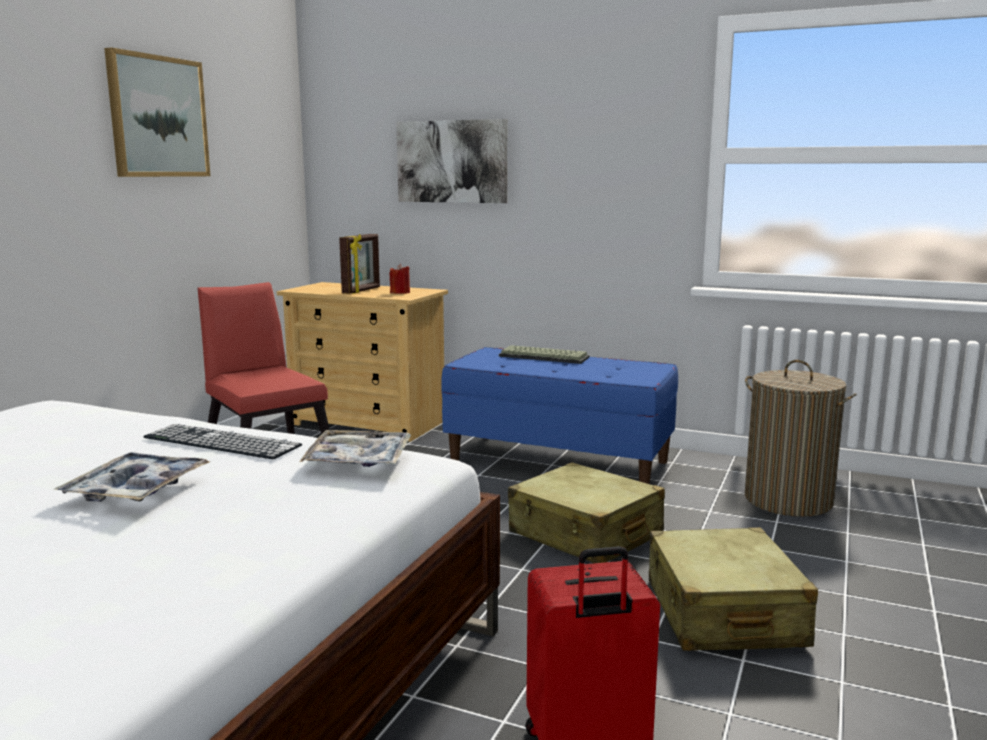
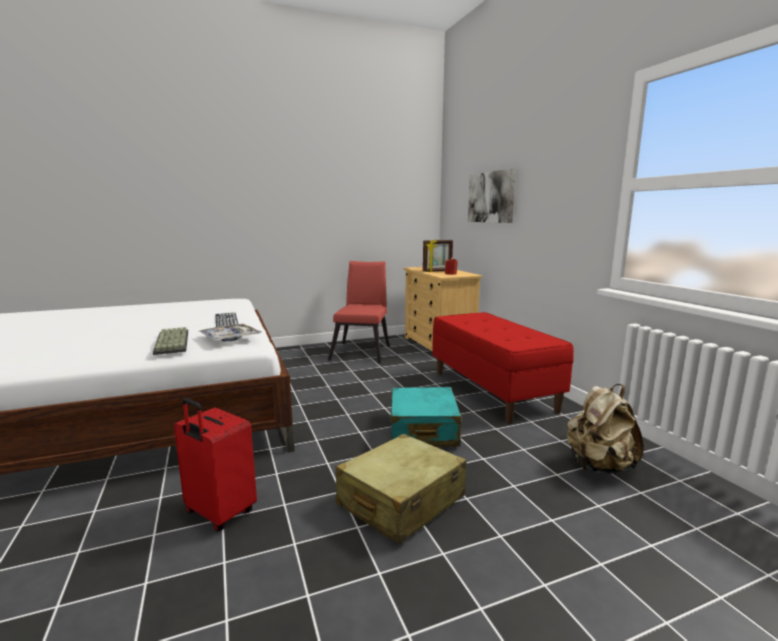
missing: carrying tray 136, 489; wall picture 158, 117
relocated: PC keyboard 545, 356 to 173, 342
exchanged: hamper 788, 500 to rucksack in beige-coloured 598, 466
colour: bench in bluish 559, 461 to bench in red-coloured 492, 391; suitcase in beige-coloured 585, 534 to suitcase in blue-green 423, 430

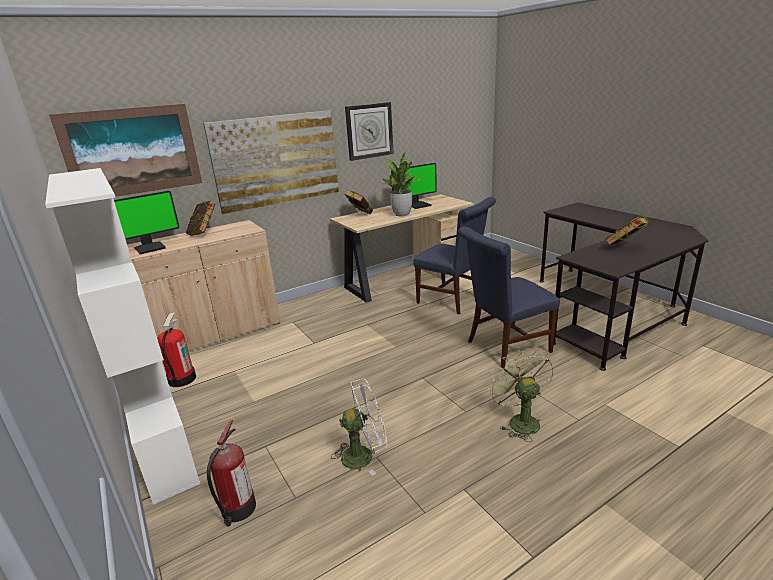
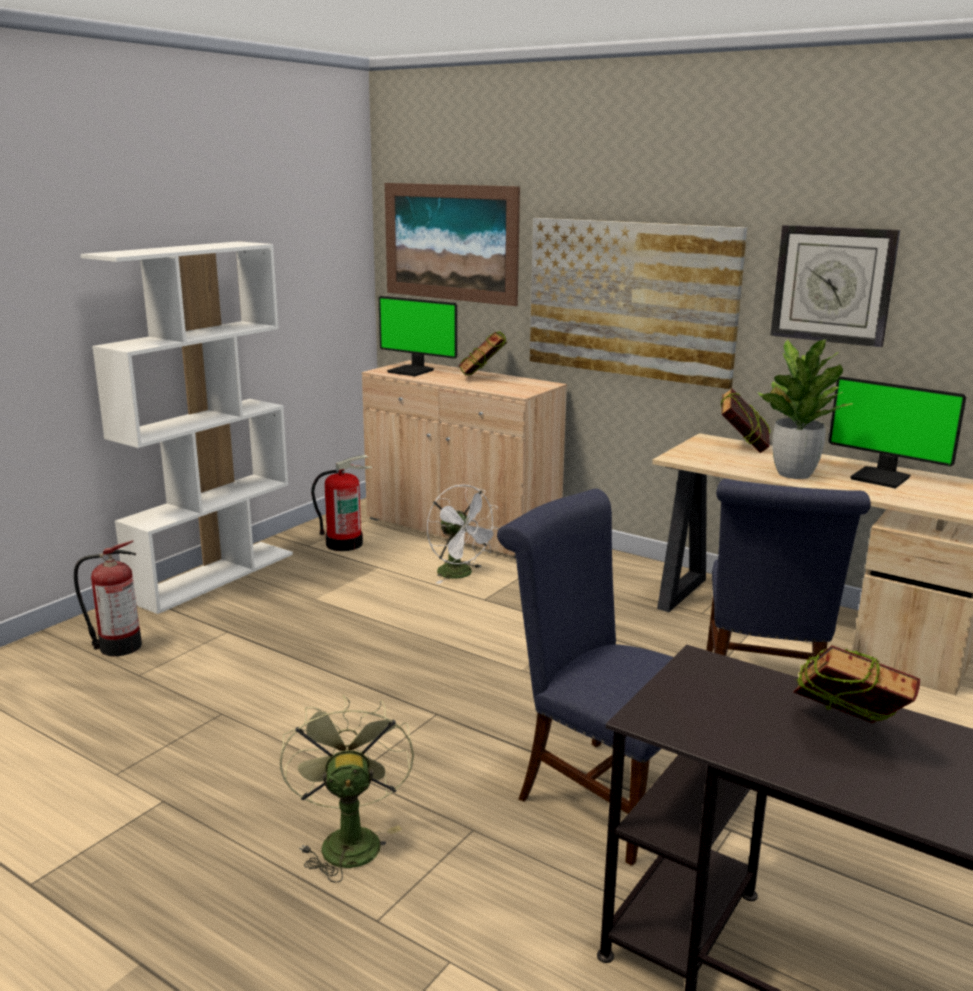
relocated: cooling fan in whitish 364, 455 to 461, 574
spun: cooling fan in green-coloured 519, 420 = 348, 839 60 degrees counterclockwise

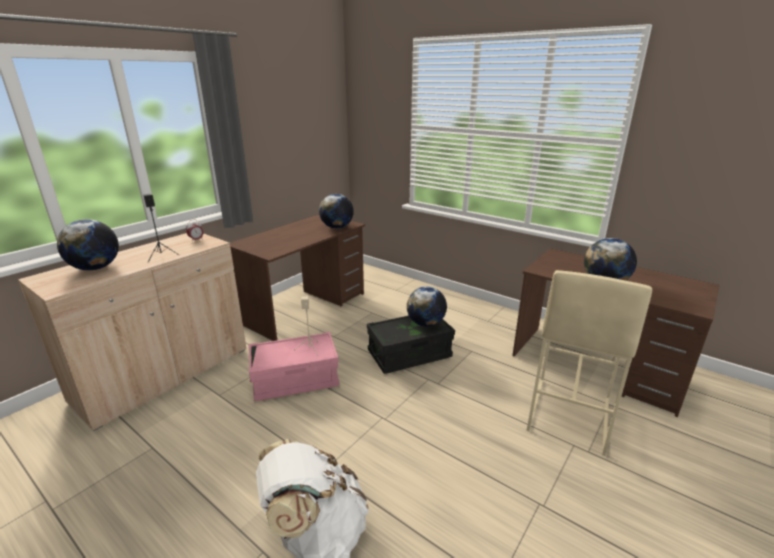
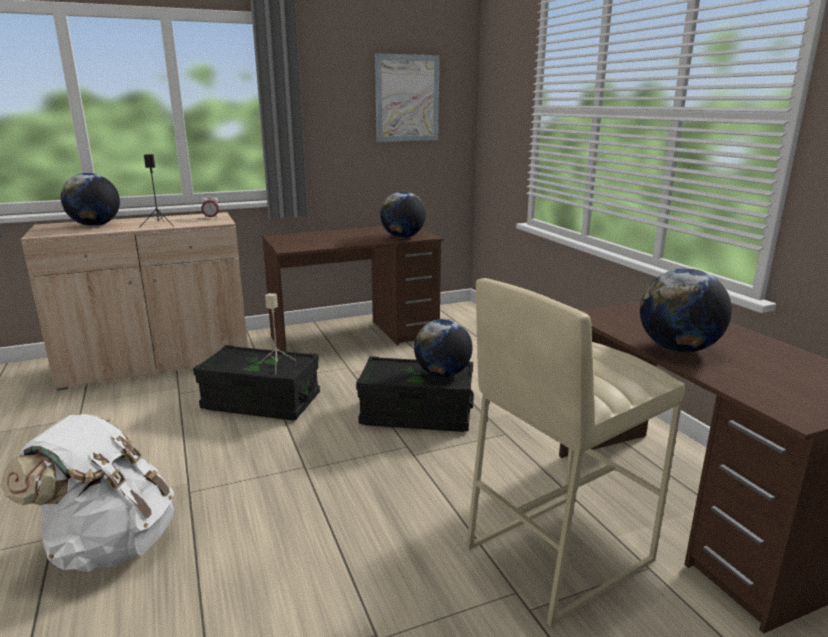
appeared: wall picture 407, 98
colour: storage container in pinkish 295, 380 to storage container in black 261, 402

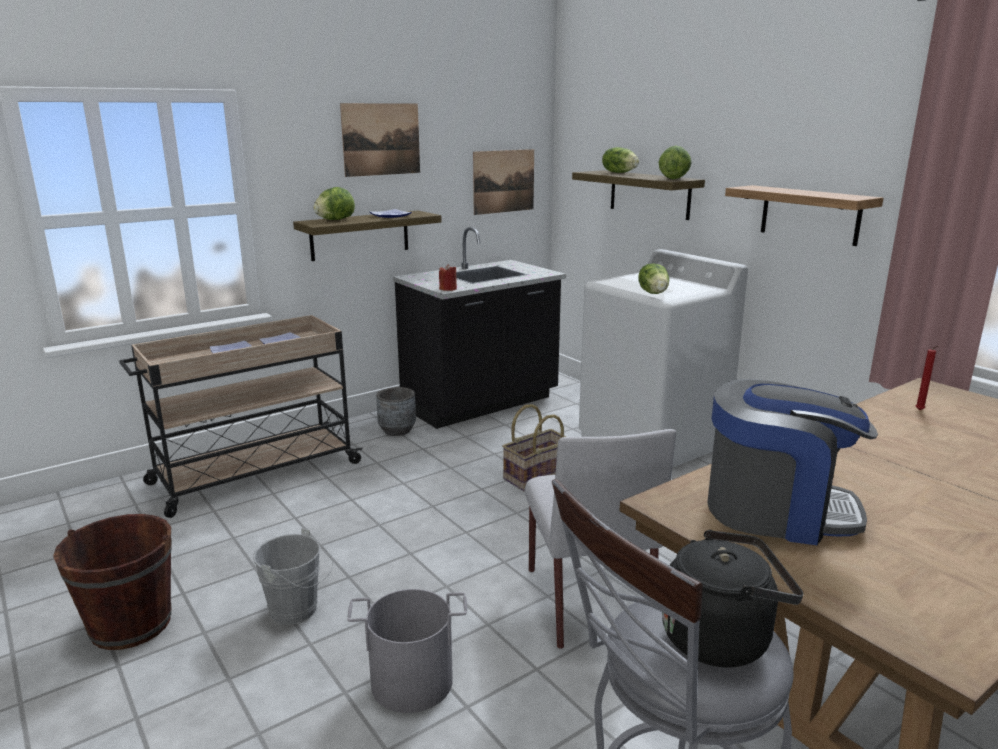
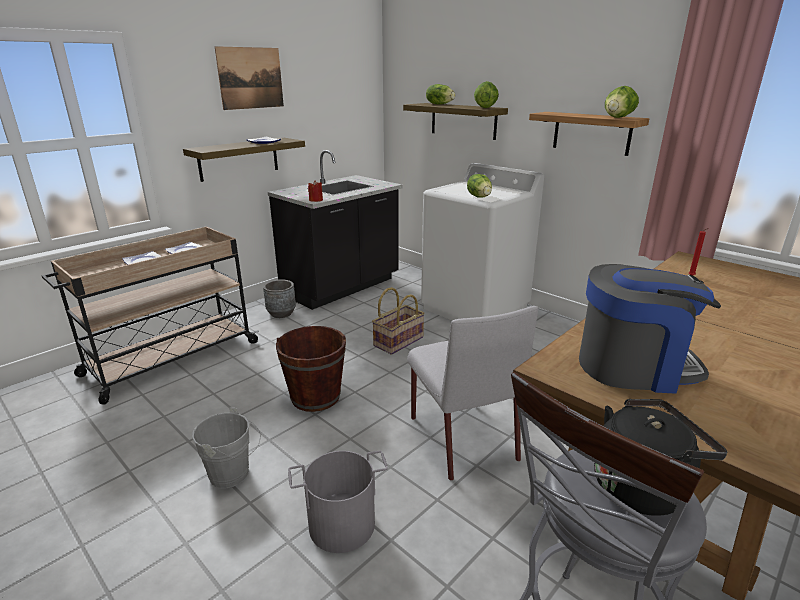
missing: wall picture 504, 181
relocated: pail in brown-coloured 131, 625 to 315, 397; lettuce head 335, 220 to 618, 117

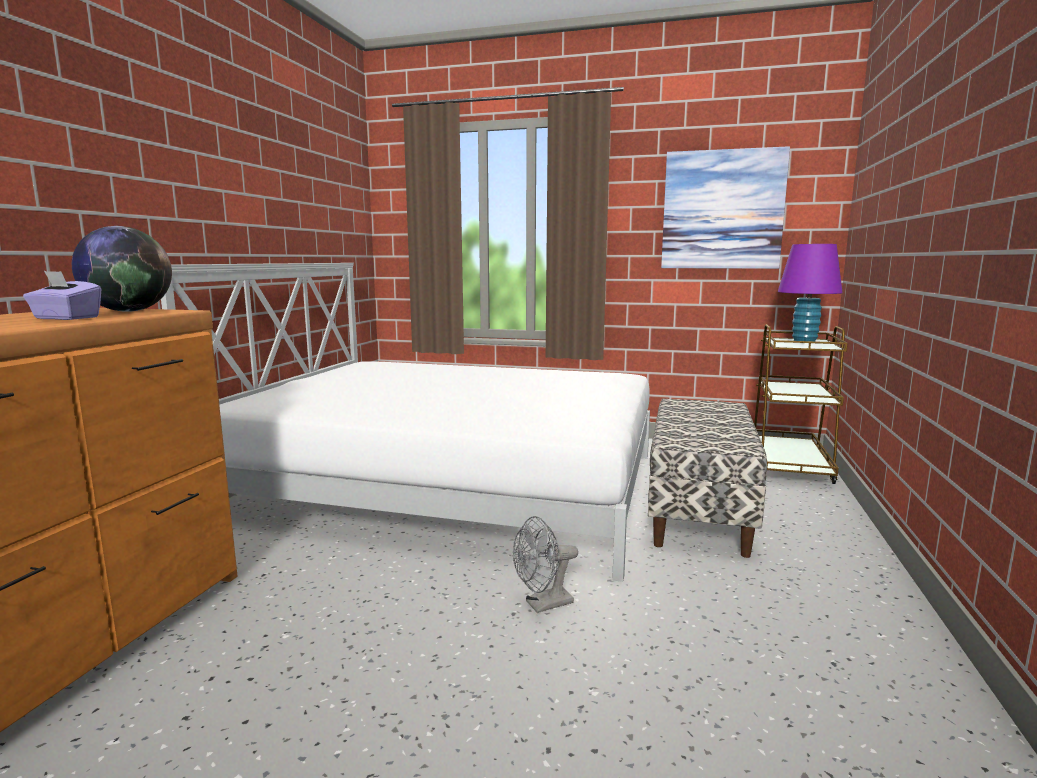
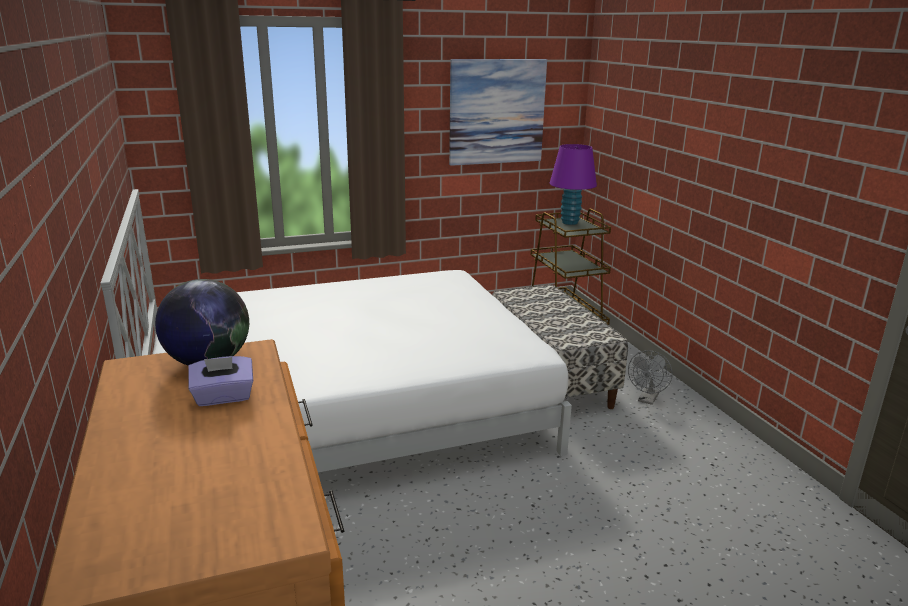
relocated: cooling fan in grey 543, 605 to 647, 400

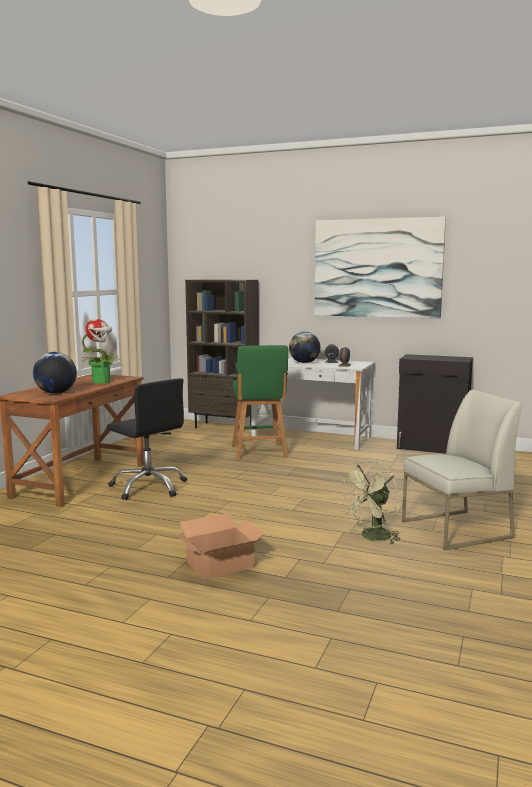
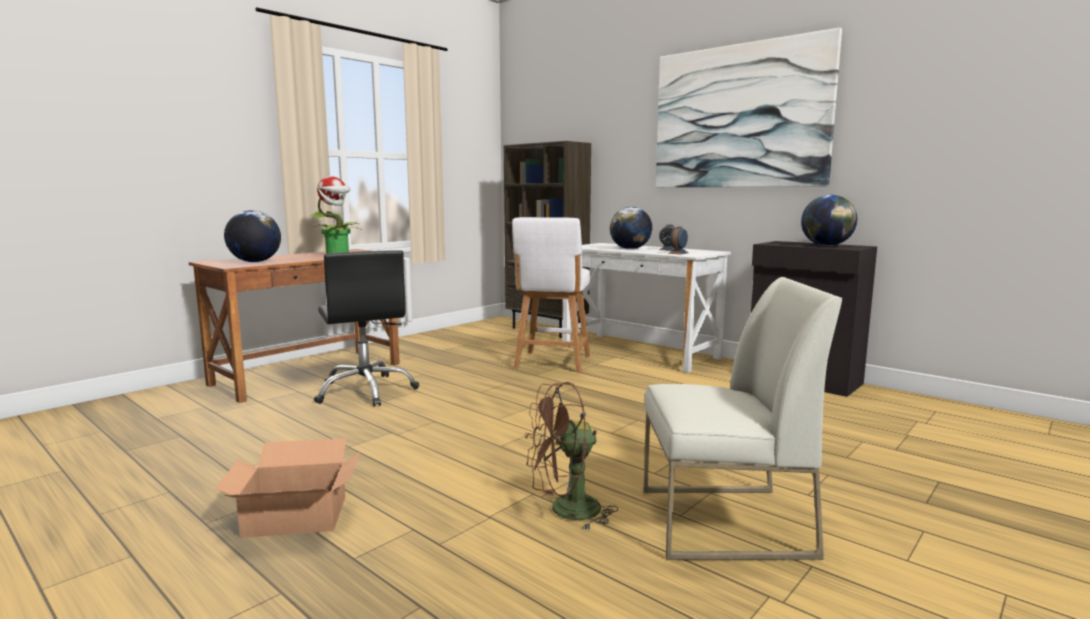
appeared: globe 827, 246
colour: stool seat in green-coloured 259, 452 to stool seat in whitish 552, 363; cooling fan in green-coloured 372, 537 to cooling fan in brown-coloured 565, 511

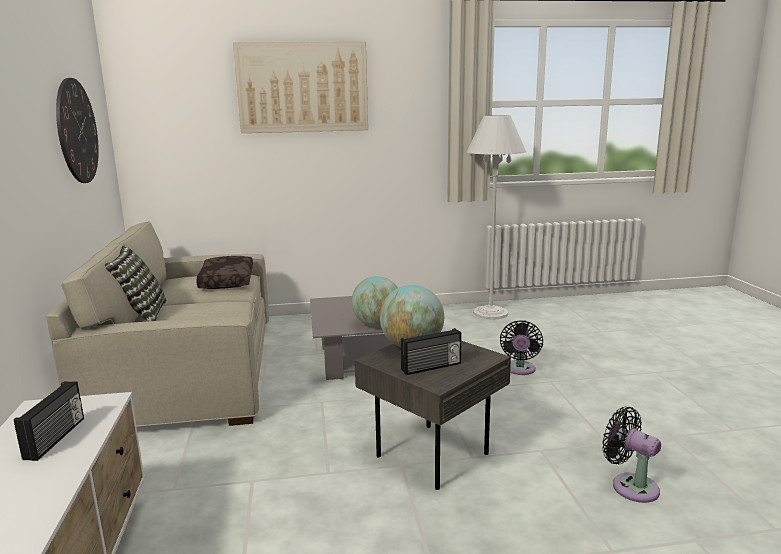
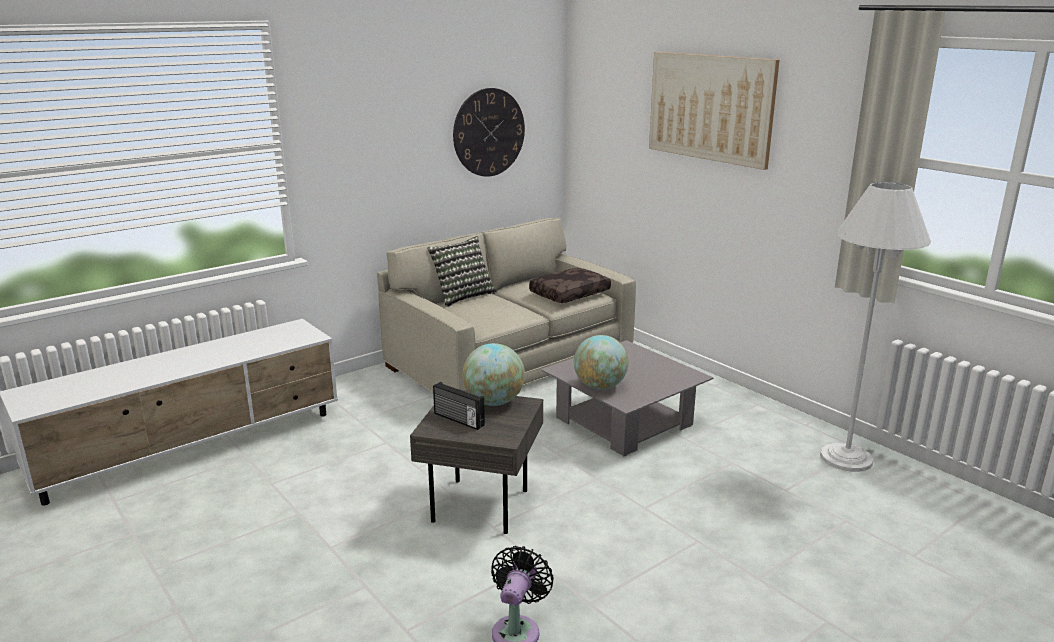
missing: radio set 56, 438; cooling fan in black 519, 370

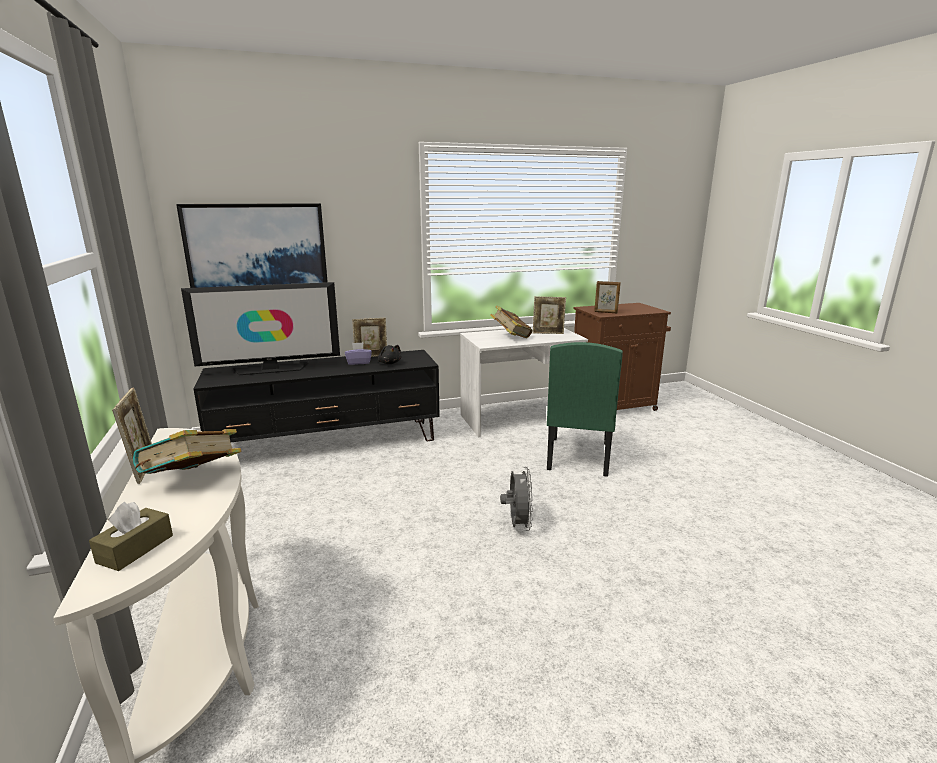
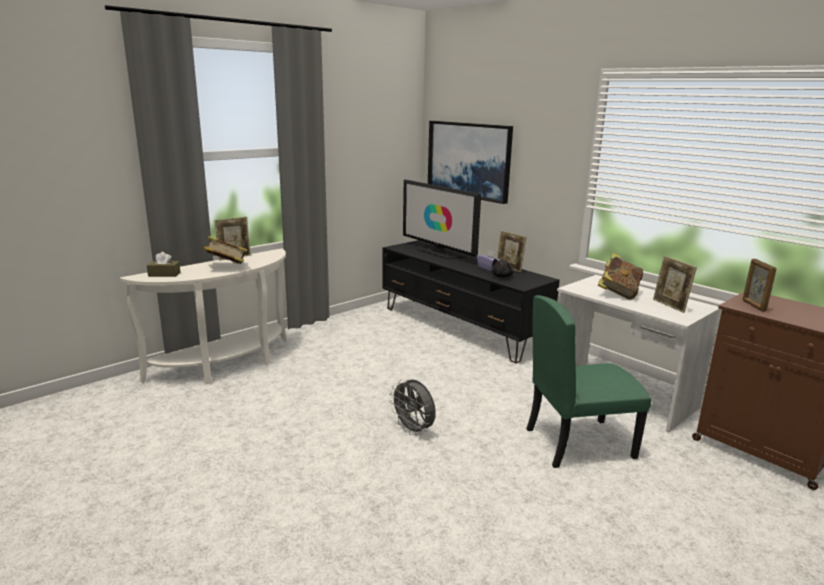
spun: cooling fan in grey 517, 525 = 413, 430 75 degrees clockwise

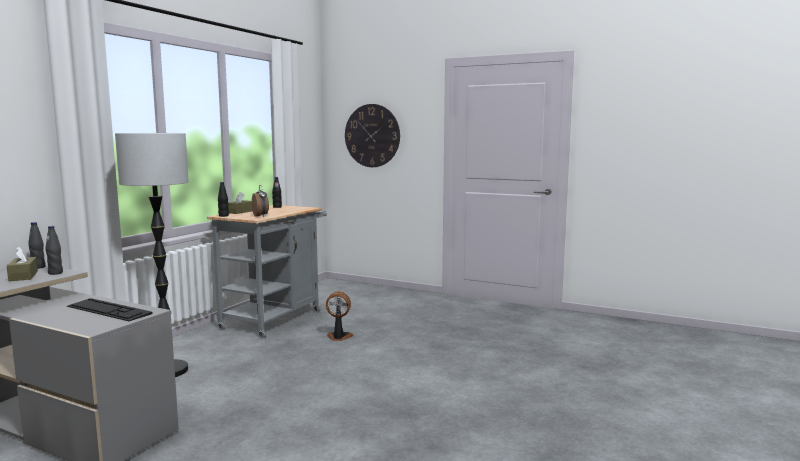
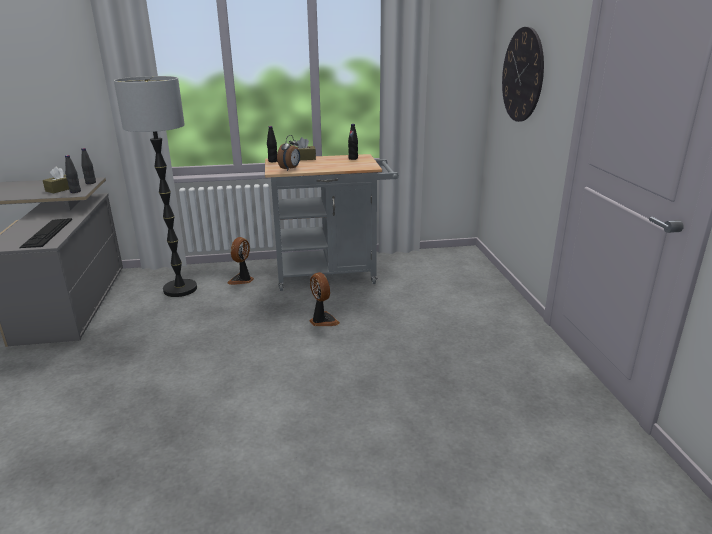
appeared: cooling fan 242, 280

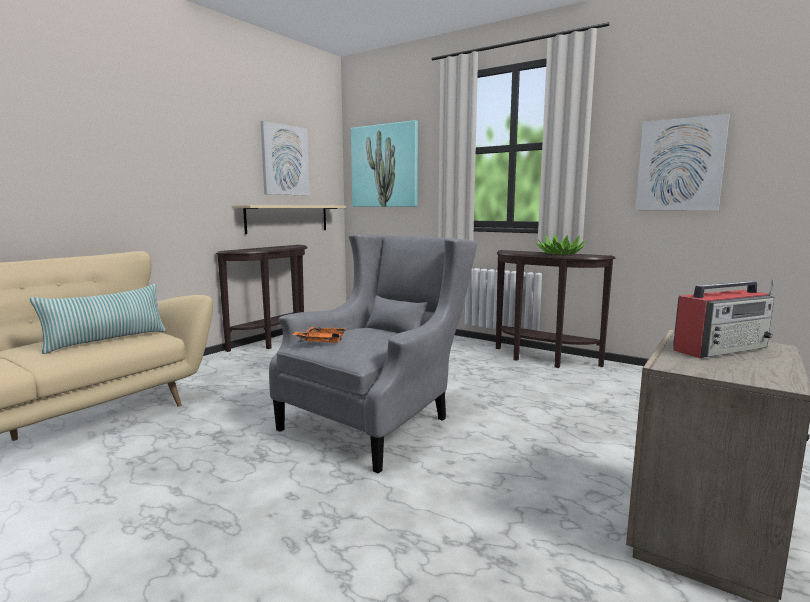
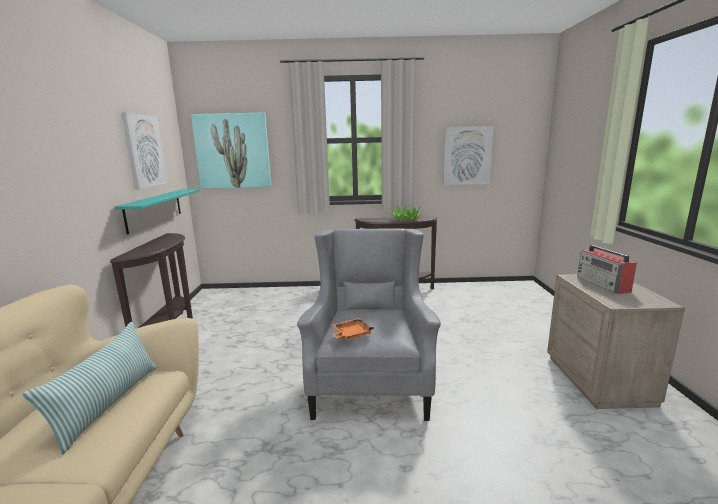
colour: shelf in beige-coloured 288, 218 to shelf in blue-green 154, 209
spun: radio set 721, 349 = 603, 284 135 degrees clockwise

